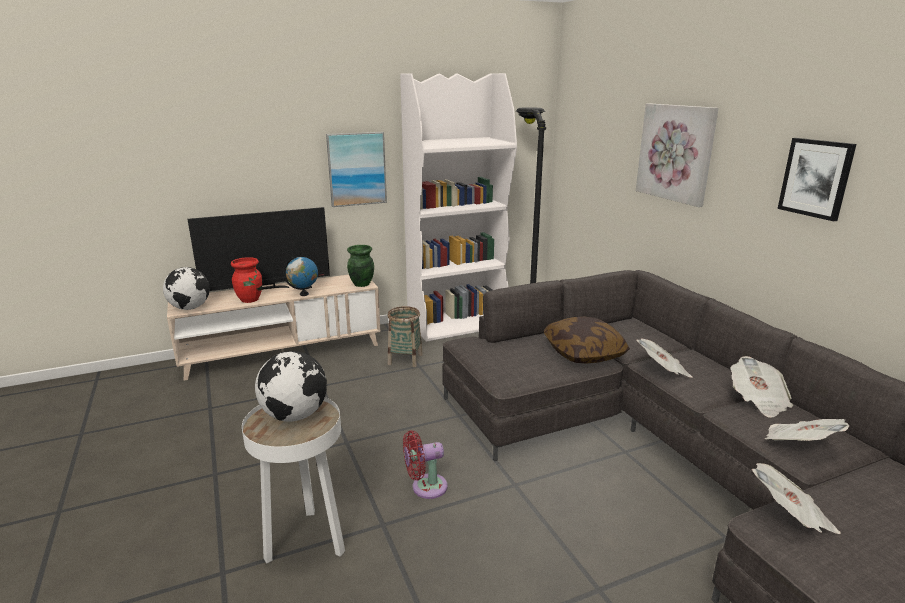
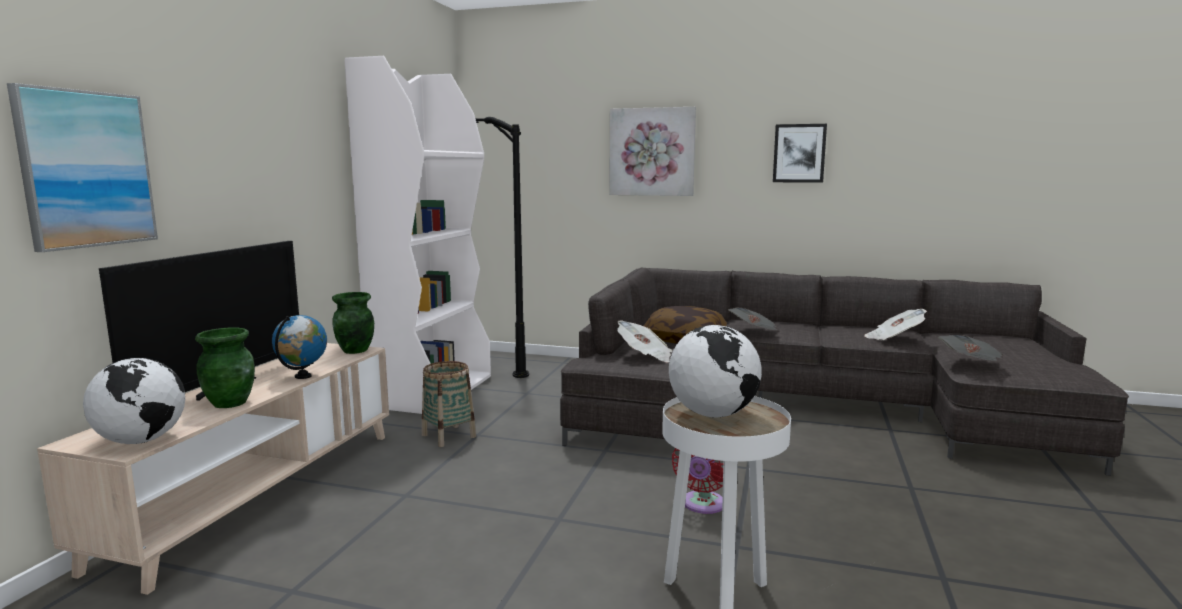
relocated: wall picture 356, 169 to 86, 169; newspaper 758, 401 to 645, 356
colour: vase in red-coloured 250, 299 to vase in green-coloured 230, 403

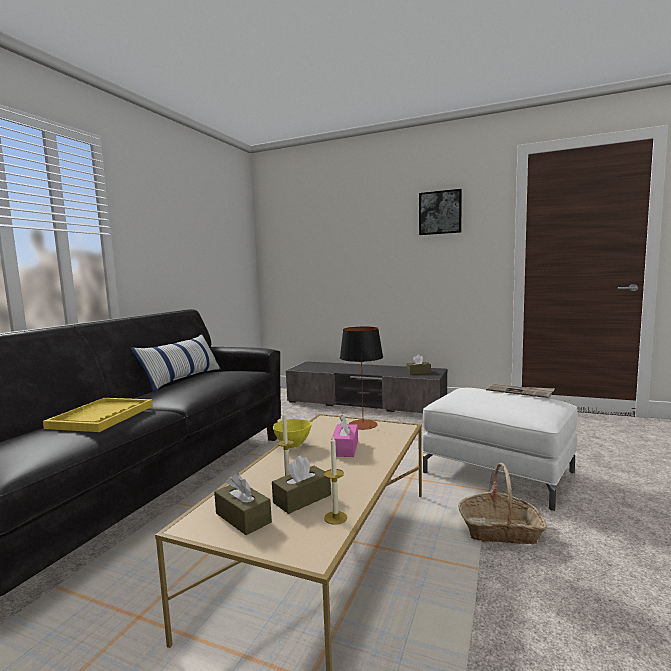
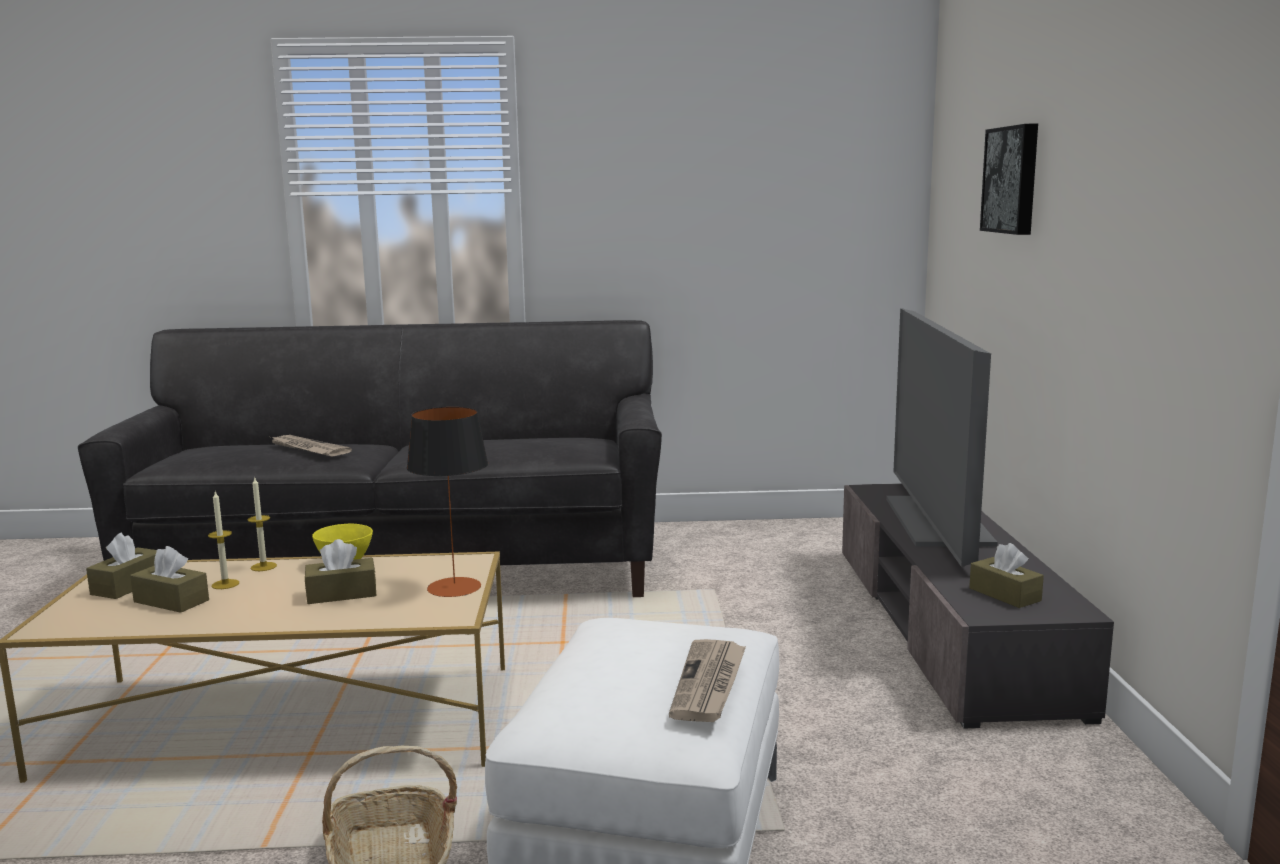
missing: cushion 182, 379
appeared: television 937, 522
relocated: wax light 335, 517 to 263, 566; wall picture 440, 212 to 1013, 180
exchanged: carrying tray in yellow-coloured 102, 417 to newspaper 308, 449
colour: box of tissues in pinkish 345, 448 to box of tissues in brown-coloured 341, 594

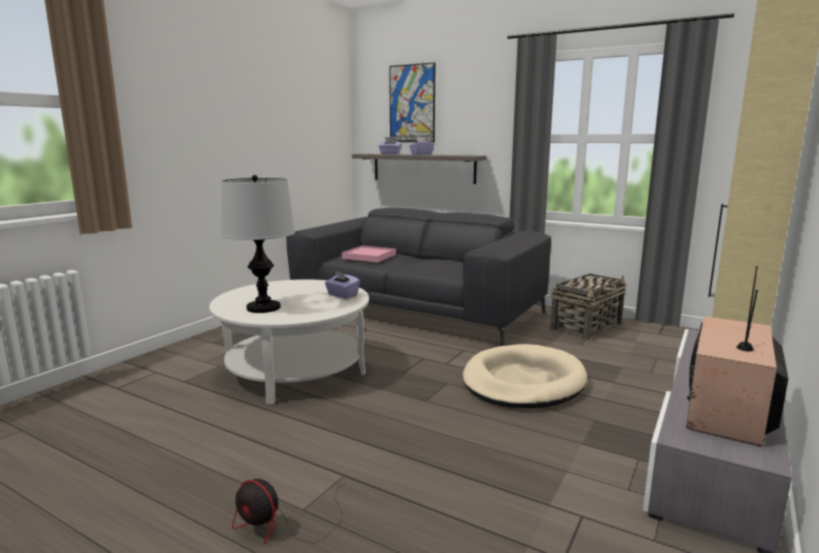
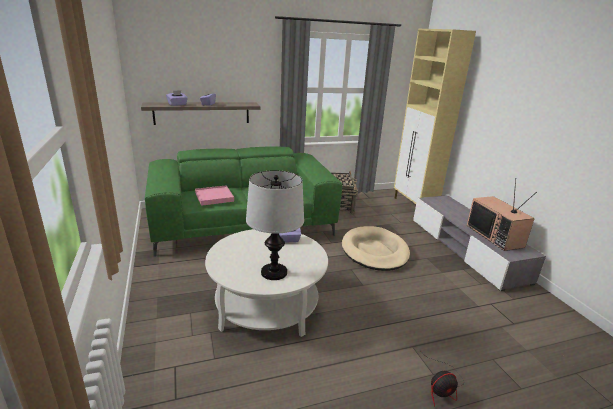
missing: wall picture 412, 103
colour: settee in grey 417, 311 to settee in green-coloured 243, 225

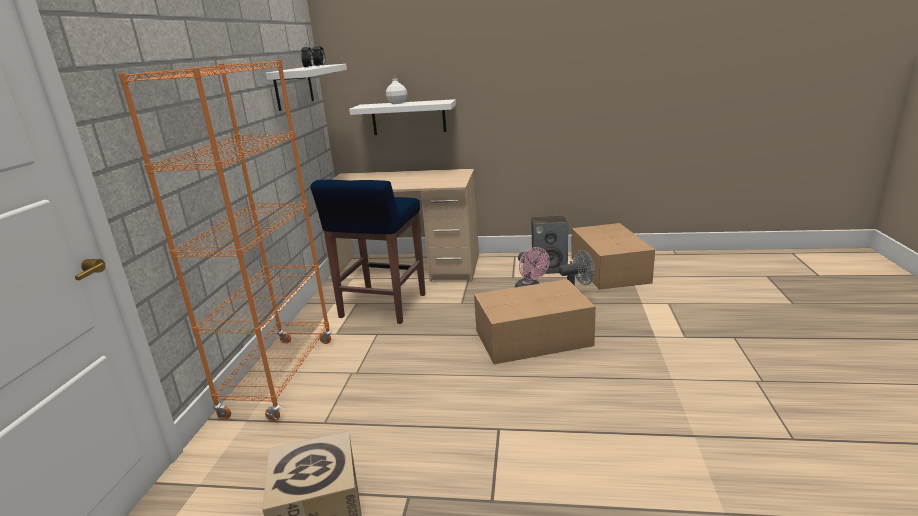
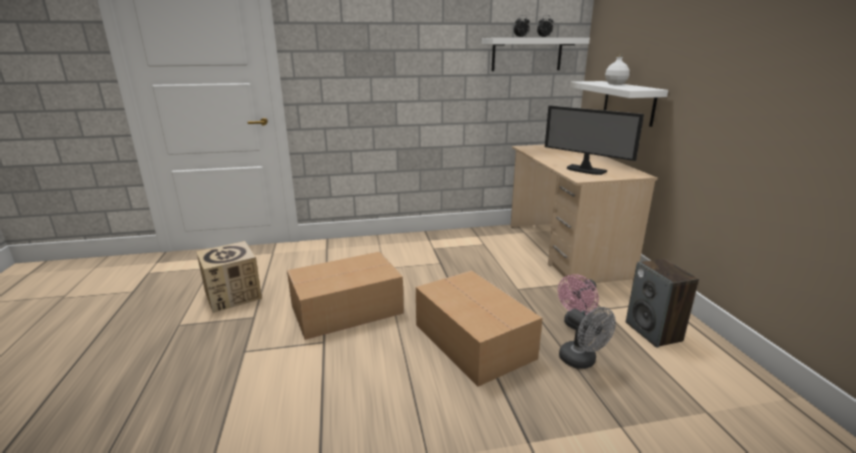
missing: bookshelf in orange-coloured 280, 377; stool seat in bluish 382, 307
appeared: computer screen 585, 170
relocated: packing box 609, 269 to 348, 309

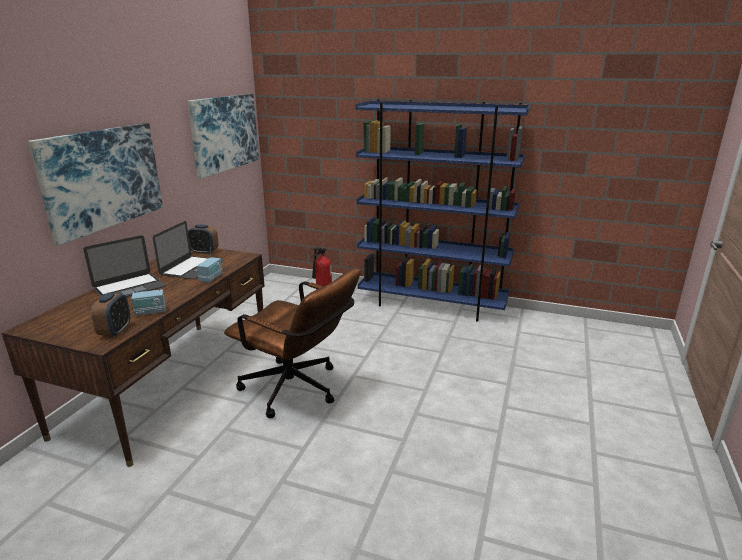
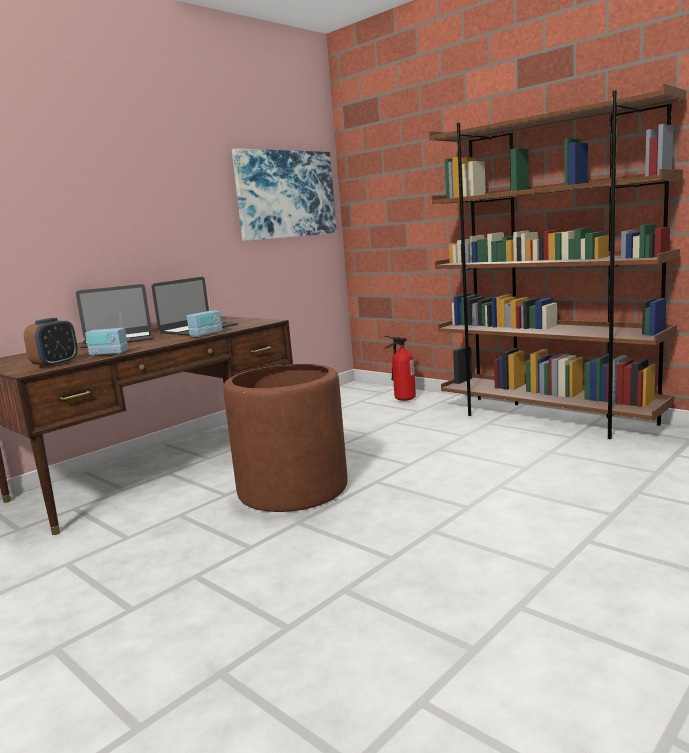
missing: wall picture 102, 178; alarm clock 204, 252
exchanged: computer chair in brown-coloured 297, 391 to plant pot in brown-coloured 292, 489
colour: bookshelf in bluish 432, 305 to bookshelf in brown-coloured 548, 418

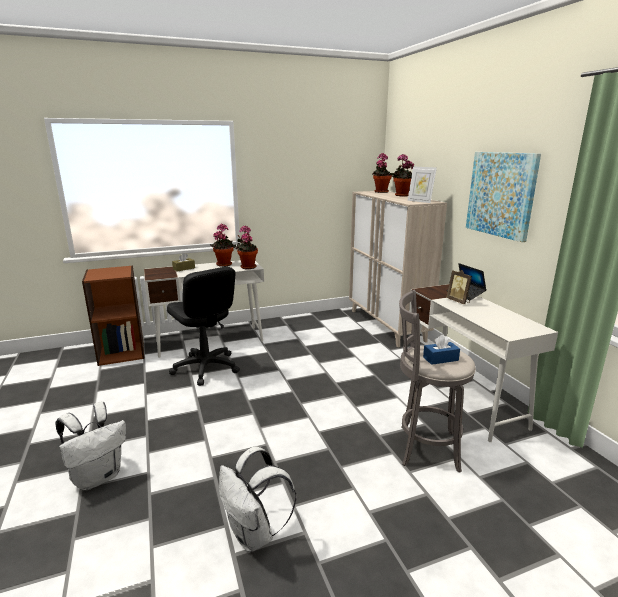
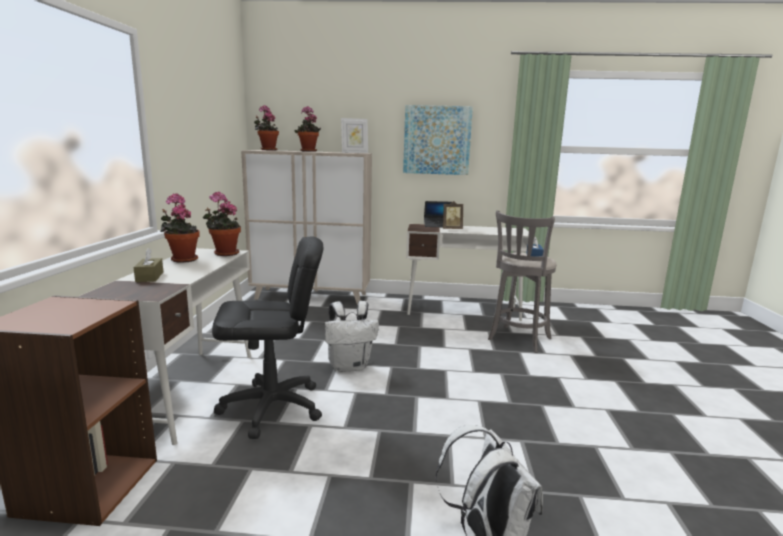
relocated: rucksack in whitish 254, 534 to 350, 366

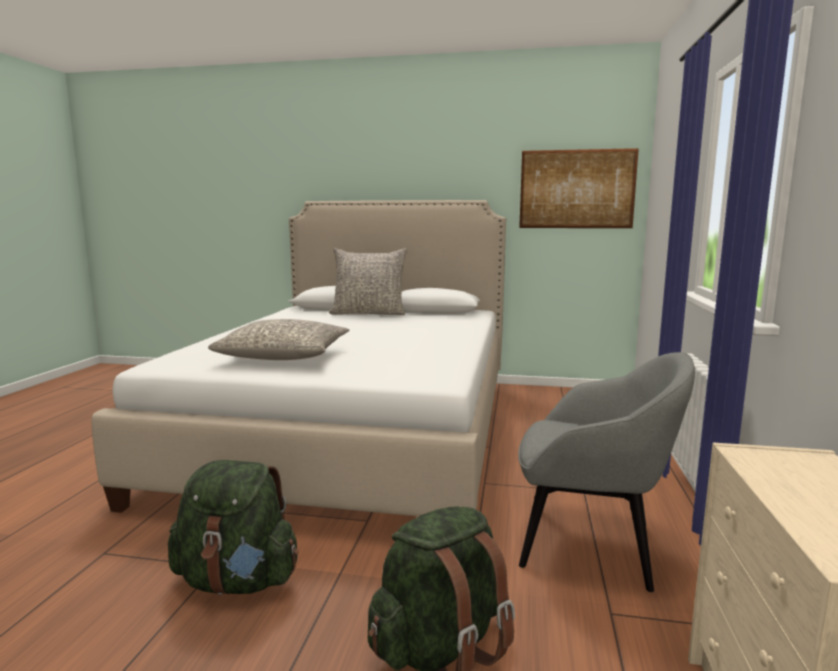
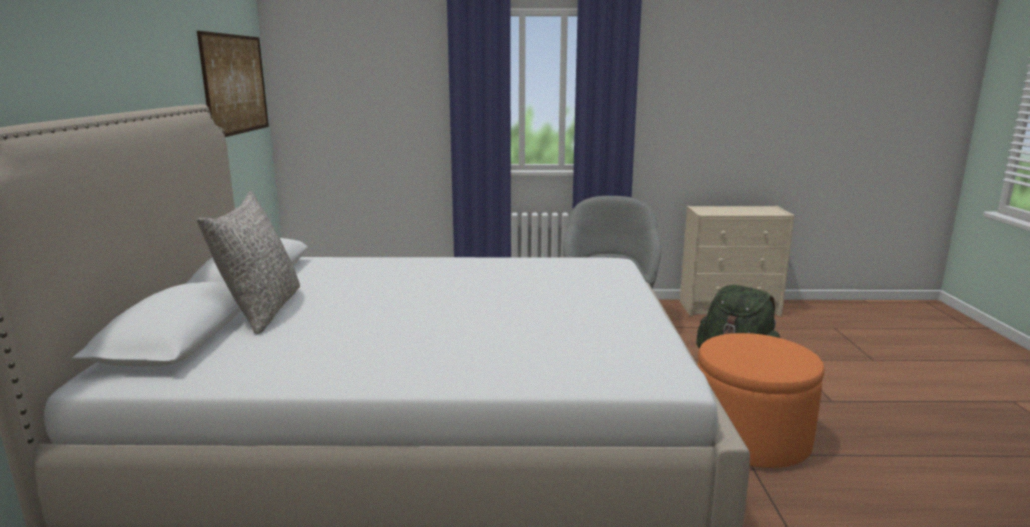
missing: cushion in grey 285, 356
exchanged: rucksack in green-coloured 238, 580 to pouffe in orange-coloured 750, 438

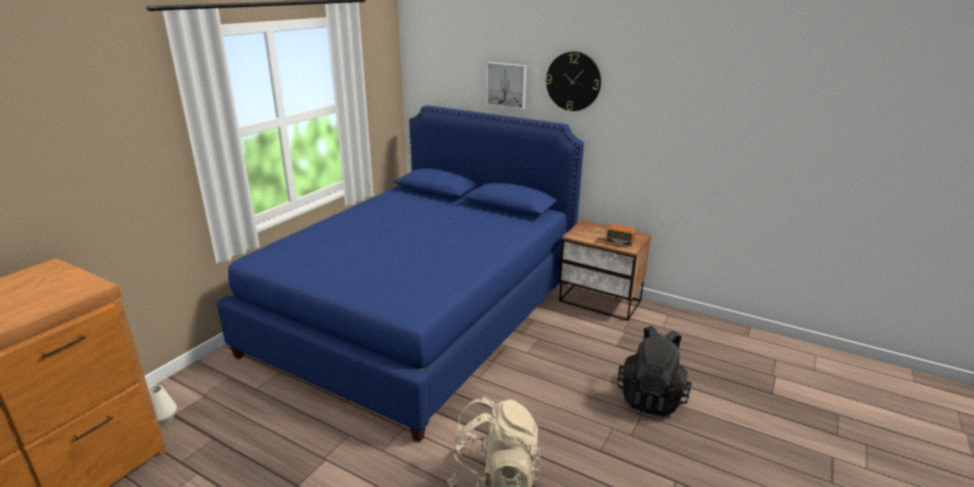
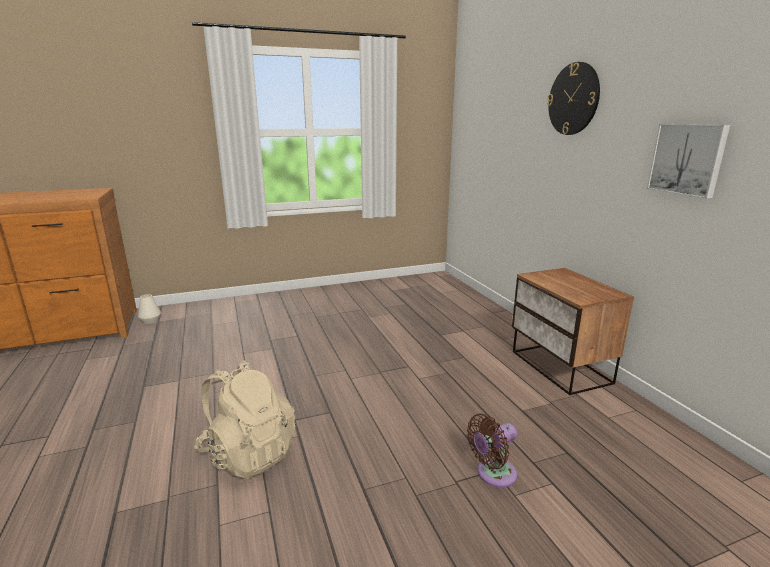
missing: sleeping bed in bluish 420, 315; radio set 608, 236
relocated: wall picture 507, 85 to 687, 159
exchanged: rucksack in black 651, 397 to cooling fan in brown-coloured 493, 474

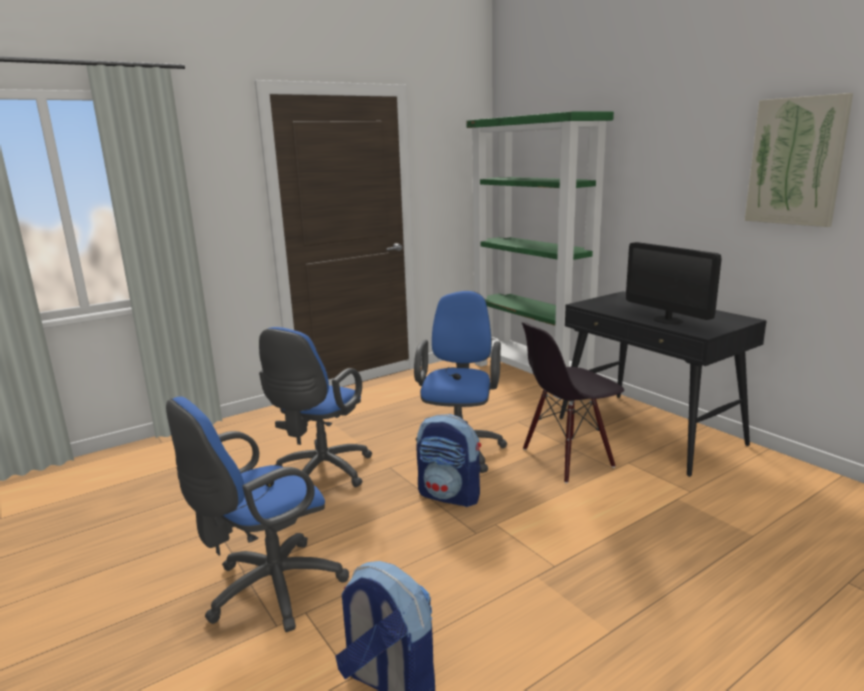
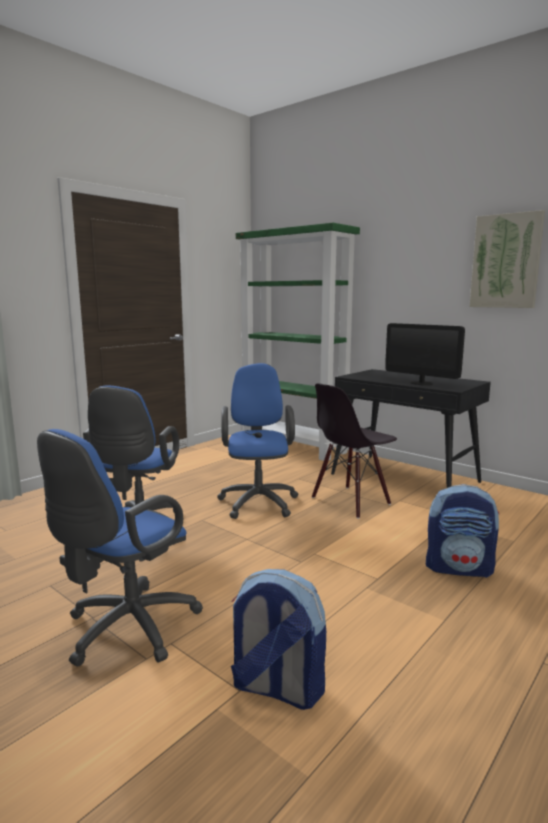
relocated: rucksack 450, 495 to 459, 568

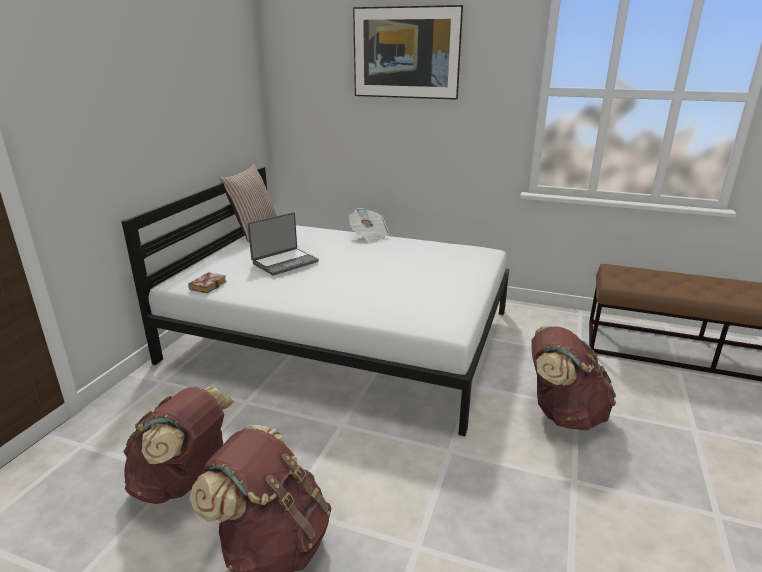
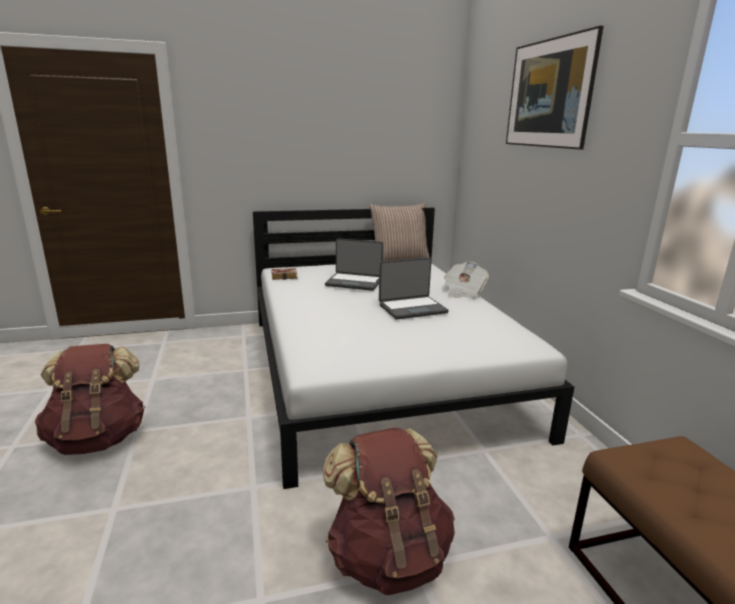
missing: rucksack in brown-coloured 184, 481
appeared: notebook computer 412, 308

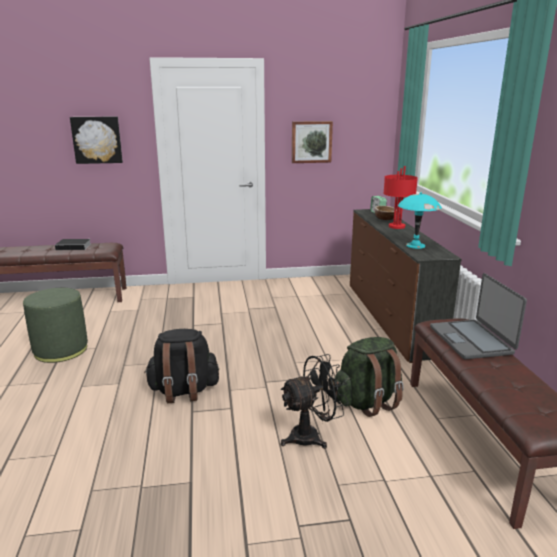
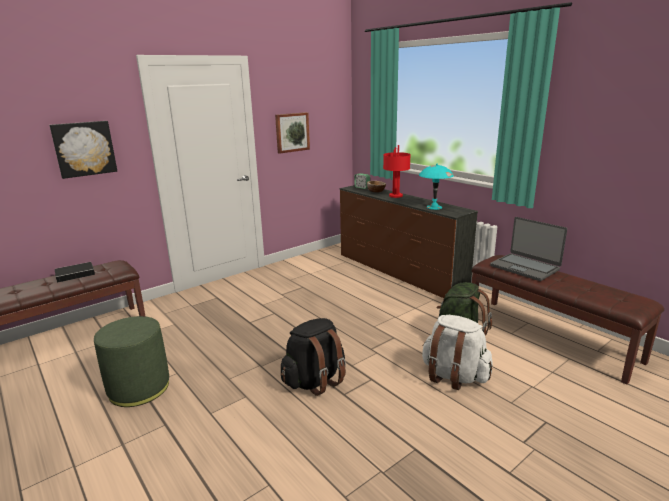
exchanged: cooling fan in black 311, 436 to rucksack in whitish 453, 376

